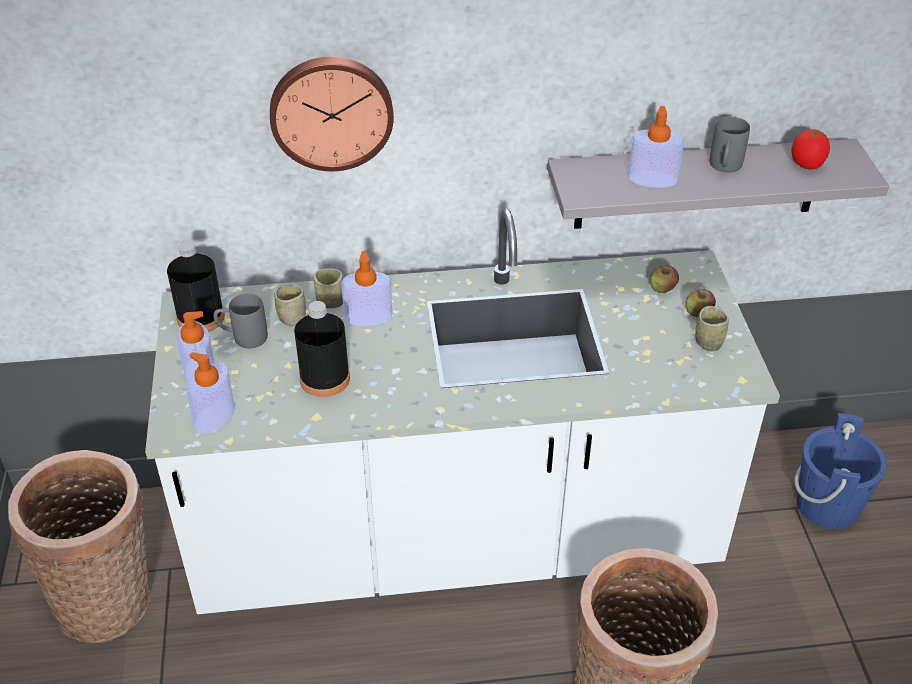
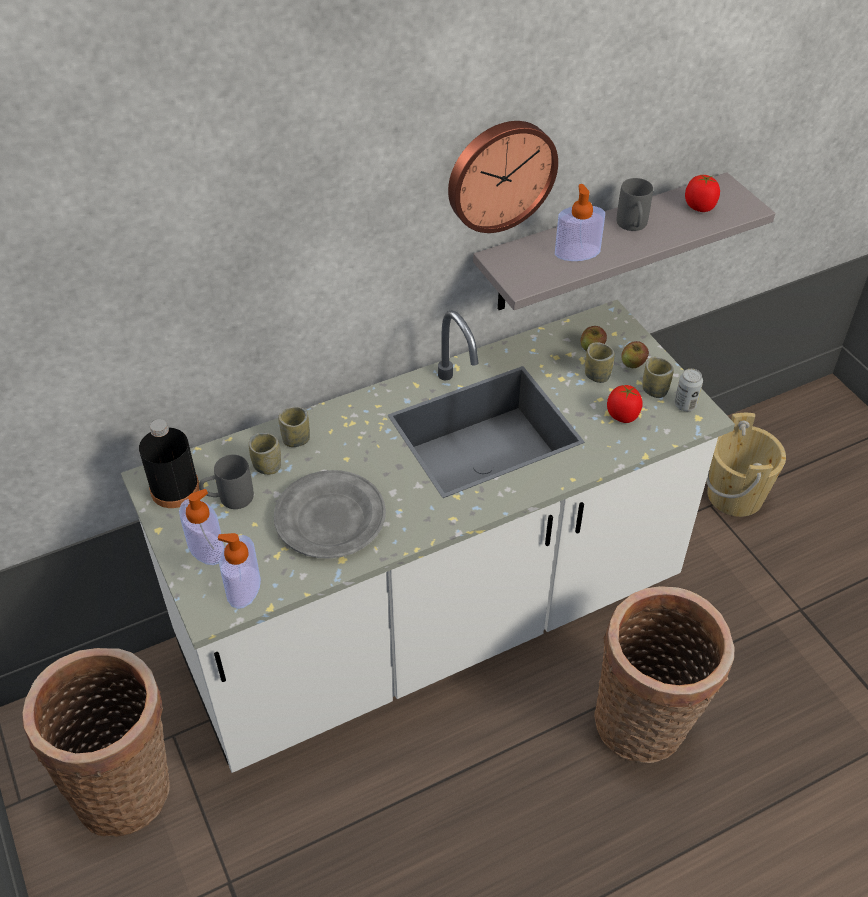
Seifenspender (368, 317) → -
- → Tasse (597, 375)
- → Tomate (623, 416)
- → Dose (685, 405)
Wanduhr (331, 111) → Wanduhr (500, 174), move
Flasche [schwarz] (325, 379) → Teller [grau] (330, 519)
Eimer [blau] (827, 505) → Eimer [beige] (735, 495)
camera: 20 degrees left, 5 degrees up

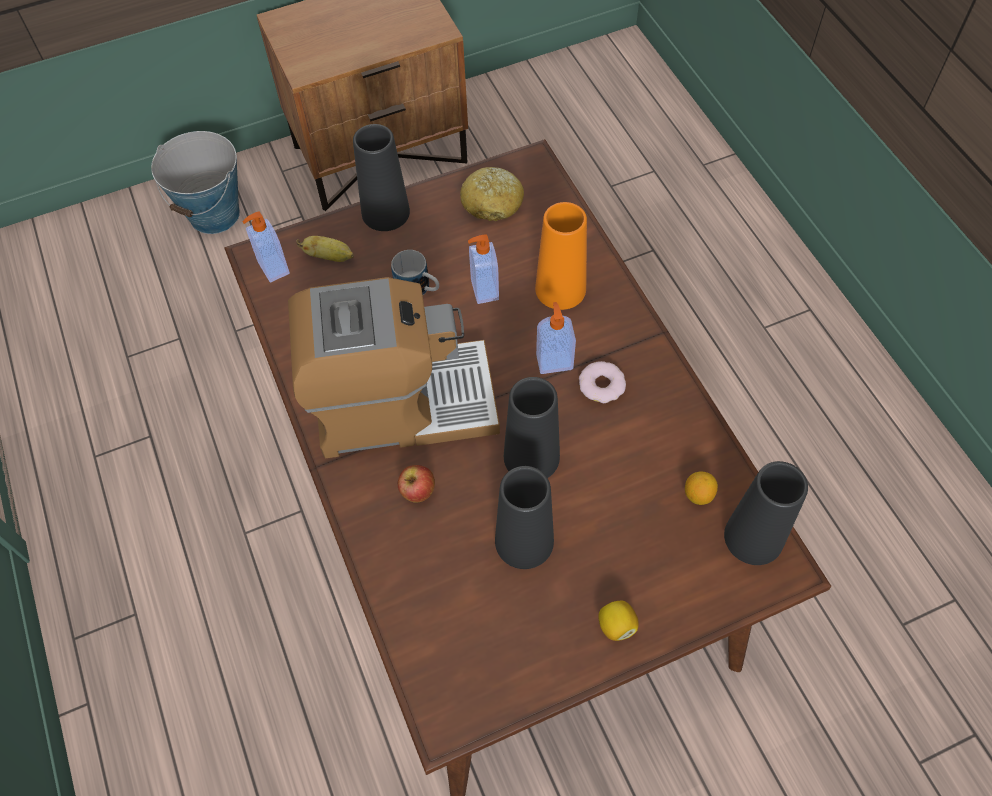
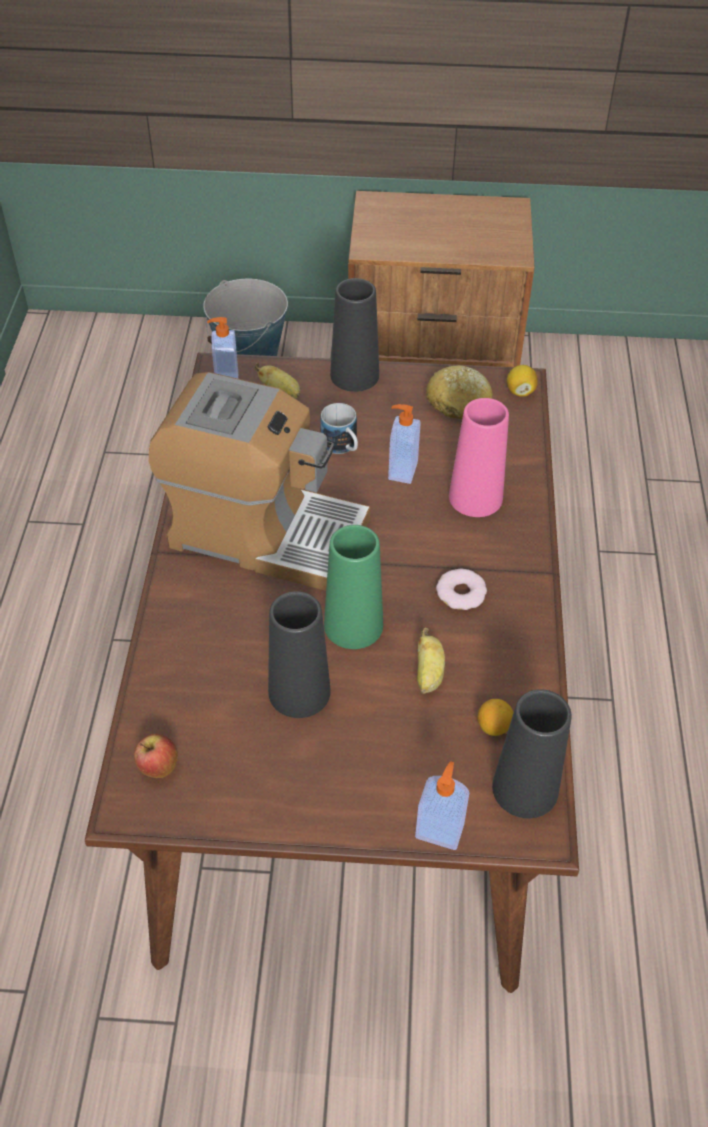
- → Banane (428, 674)
Apfel (418, 492) → Apfel (158, 767), move
Seifenspender (554, 361) → Seifenspender (440, 830), move
Zitrone (616, 626) → Zitrone (520, 391), move
Vase [schwarz] (531, 457) → Vase [grün] (353, 625)
Vase [orange] (560, 289) → Vase [rosa] (475, 497)
camera: 25 degrees right, 10 degrees down

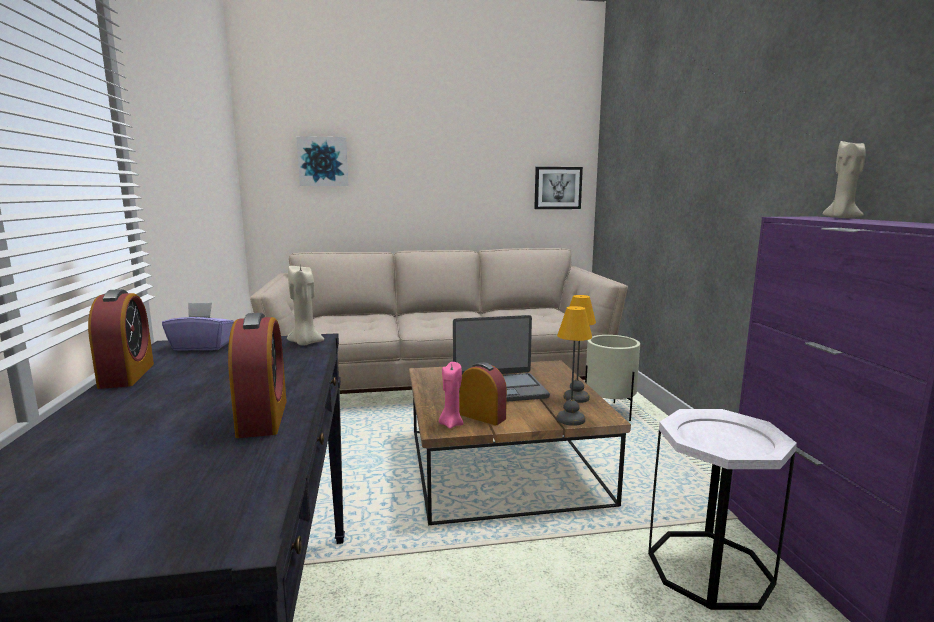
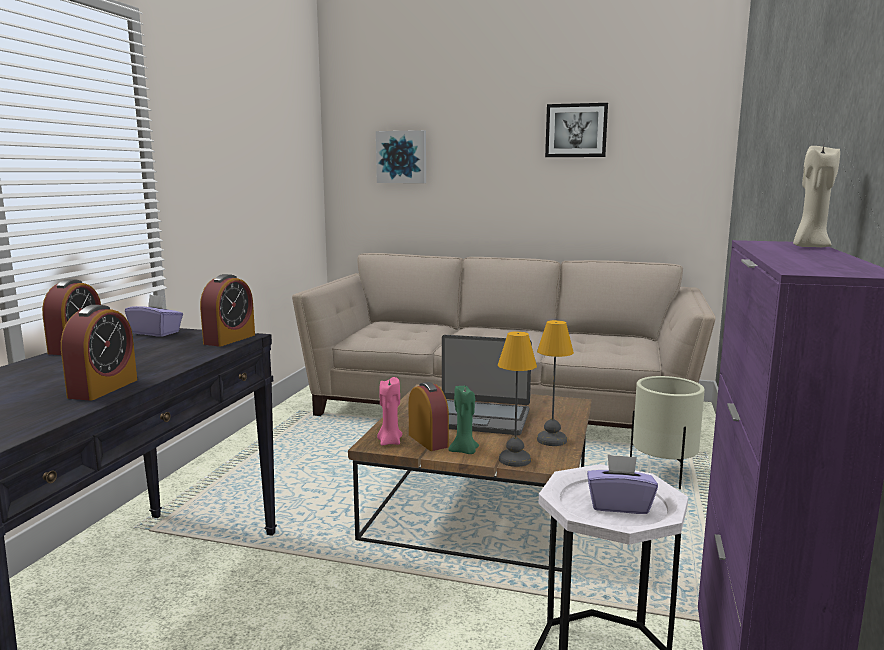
- → Kerze [grün] (464, 451)
- → Taschentuchbox [lila] (619, 505)
Bild (557, 188) → Bild (576, 130), move
Kerze [beige] (305, 343) → Wecker (229, 339)
camera: 25 degrees right, 0 degrees up

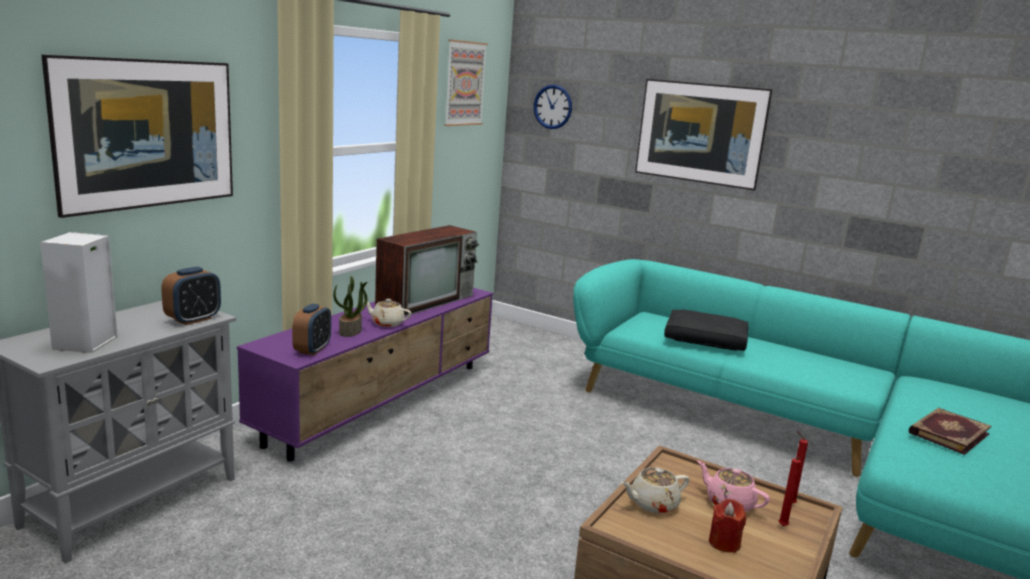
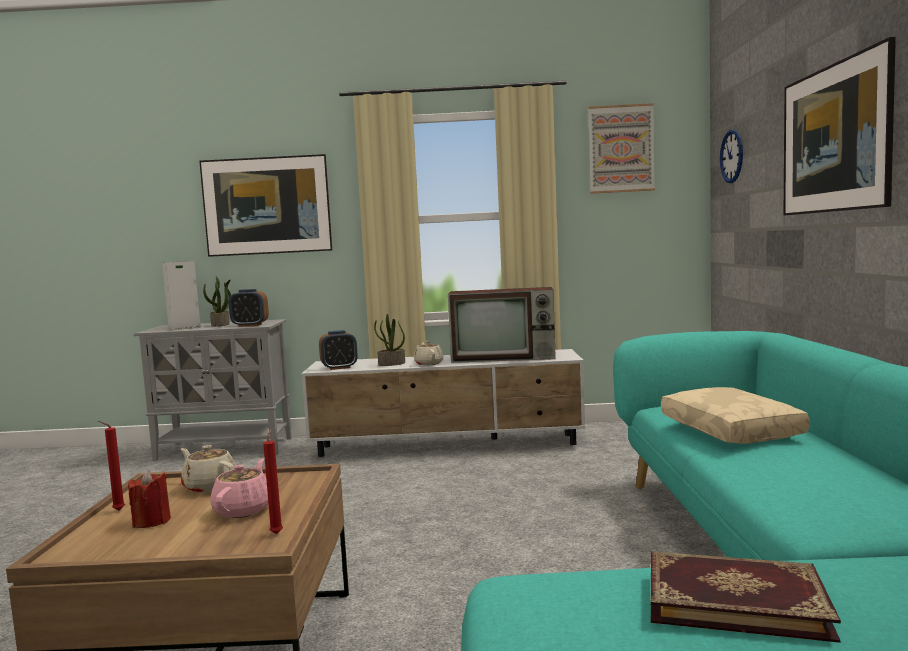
- → Topfpflanze (220, 325)
Kerze [rot] (783, 527) → Kerze [rot] (117, 511), move
Fernsehschrank [lila] (382, 402) → Fernsehschrank [weiß] (448, 445)
Kissen [schwarz] (706, 339) → Kissen [beige] (732, 430)
camera: 60 degrees right, 10 degrees down

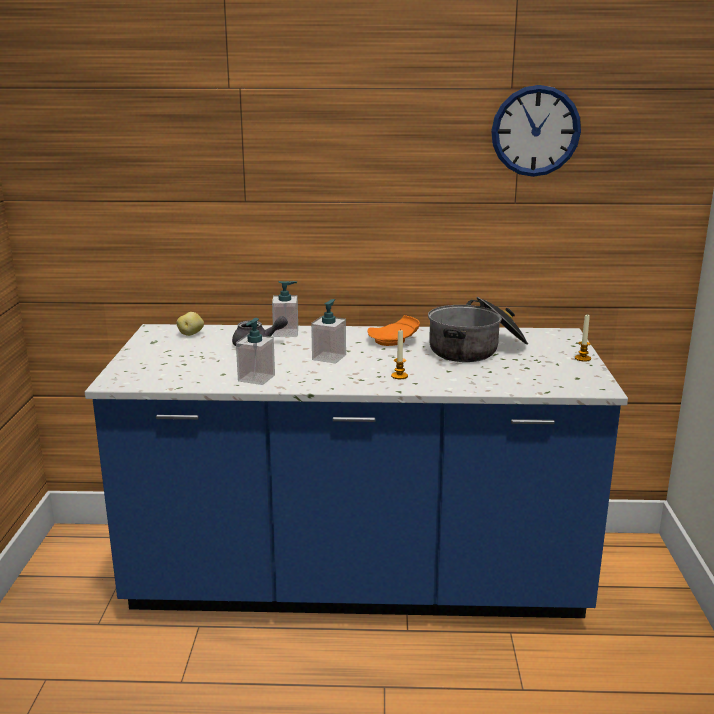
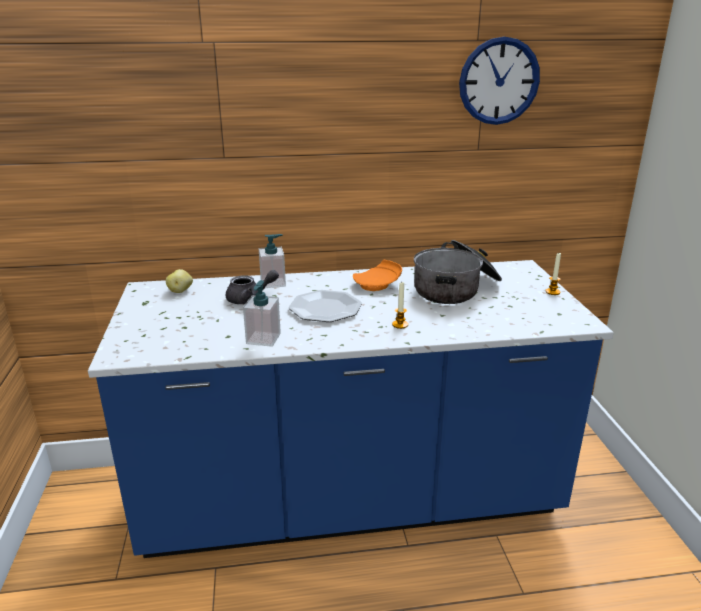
Seifenspender (329, 357) → Teller (325, 308)
camera: 10 degrees left, 5 degrees up

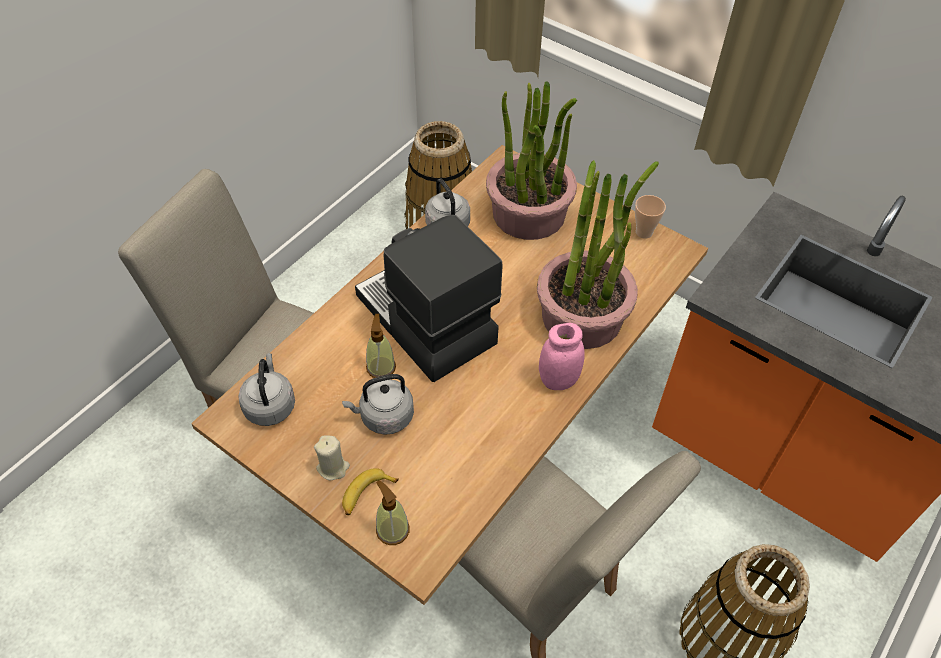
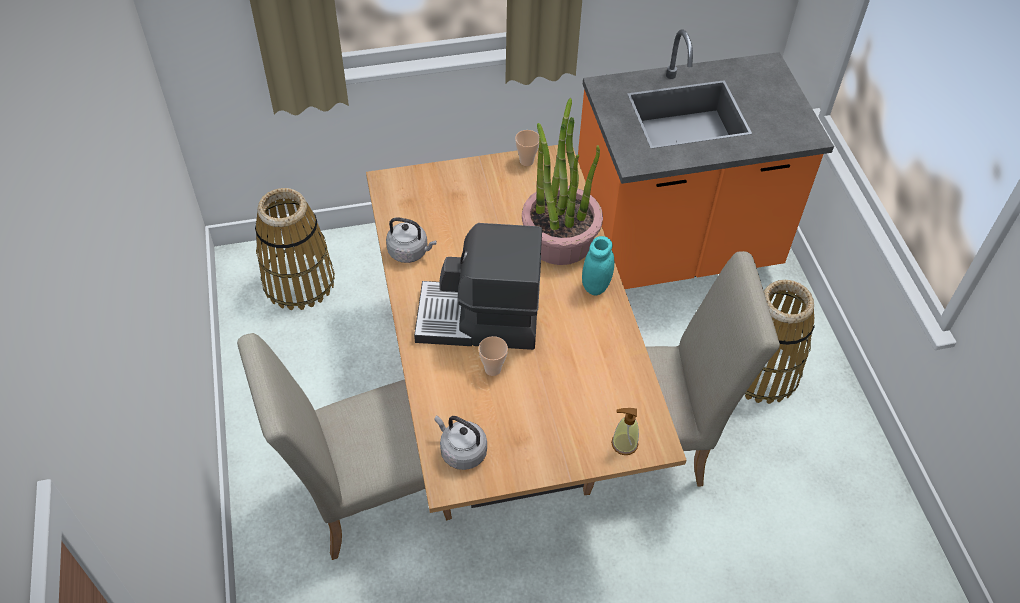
Kerze [beige] (333, 467) → -
Wasserkessel [grau] (384, 417) → -
Banane (366, 495) → -
Topfpflanze (529, 214) → -
Seifenspender (381, 367) → Tasse (492, 369)
Vorratsglas [rosa] (558, 380) → Vorratsglas [türkis] (596, 286)
camera: 50 degrees left, 0 degrees up

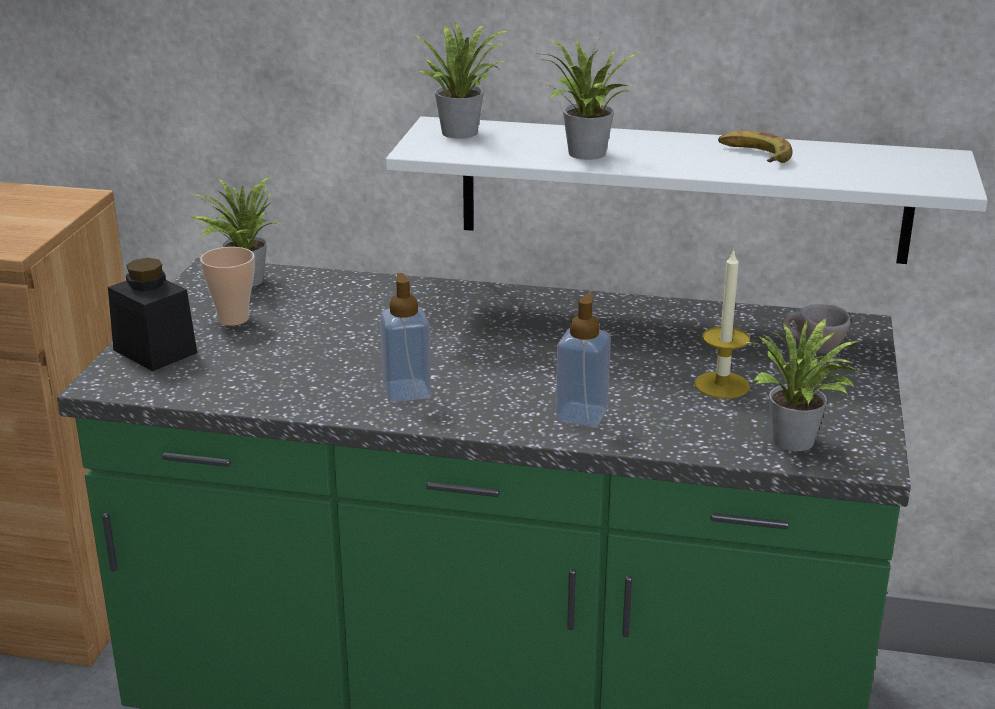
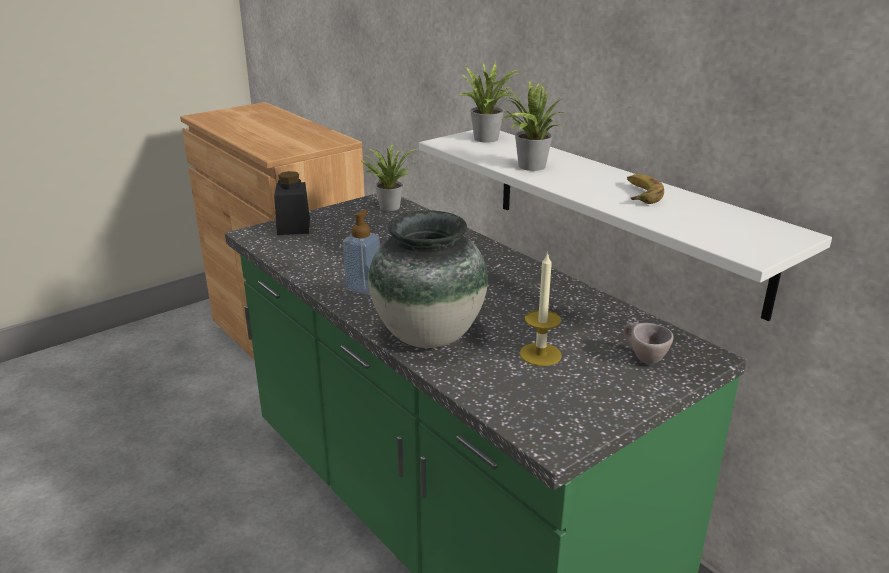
Tasse (233, 319) → -
Topfpflanze (796, 443) → -
Seifenspender (581, 415) → Vase (427, 336)
camera: 40 degrees right, 0 degrees up

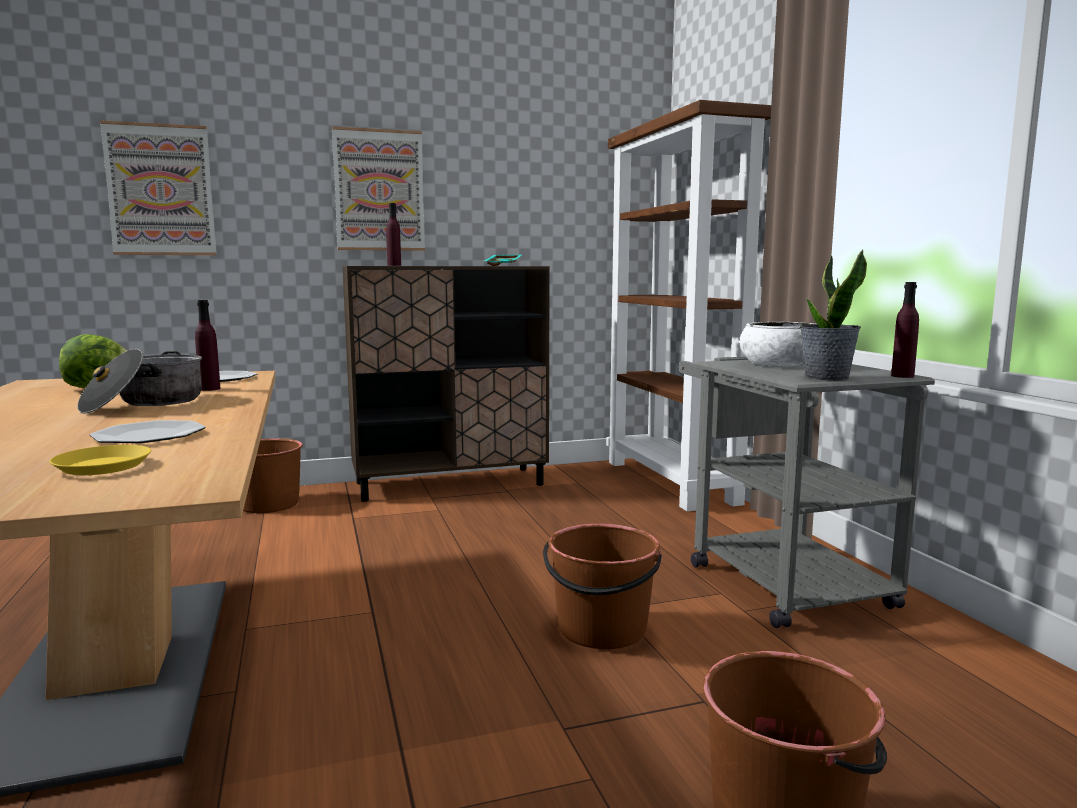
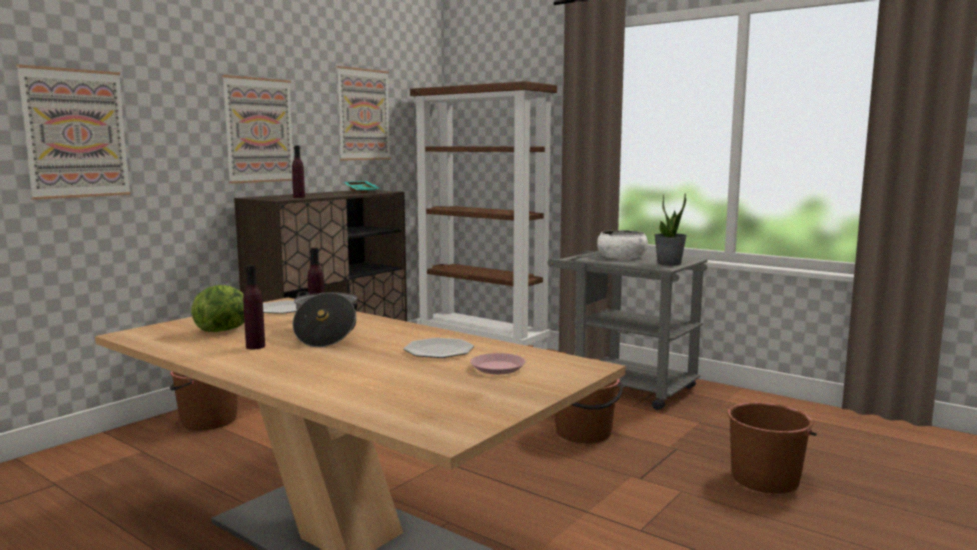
- → Bild (363, 114)
Flasche [lila] (902, 376) → Flasche [lila] (255, 346), move
Teller [gelb] (103, 466) → Teller [rosa] (498, 368)
camera: 35 degrees left, 0 degrees up

